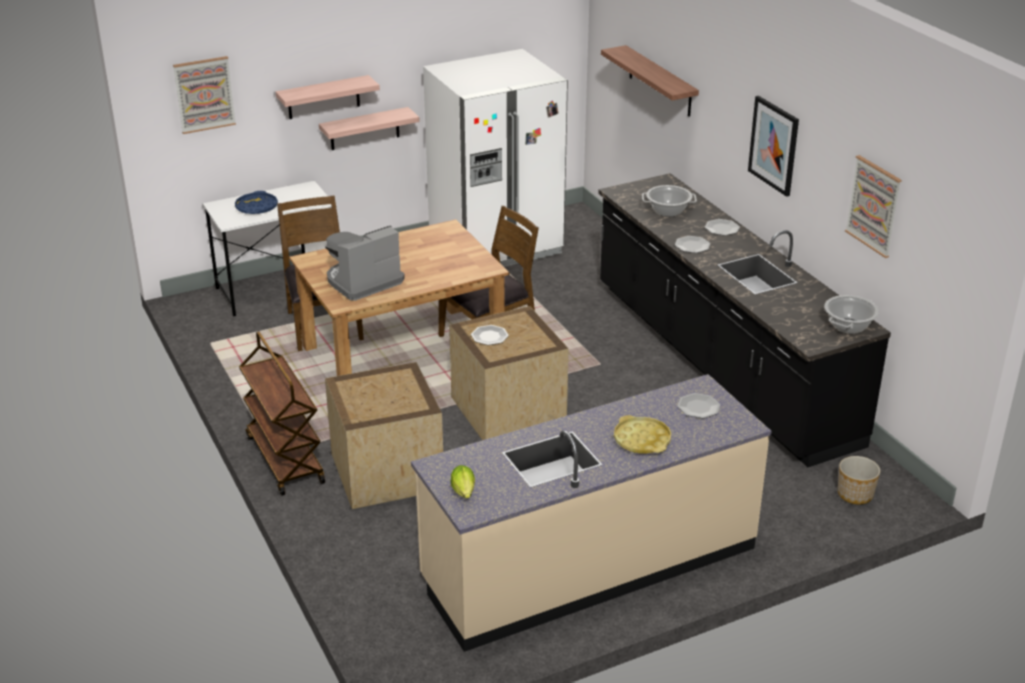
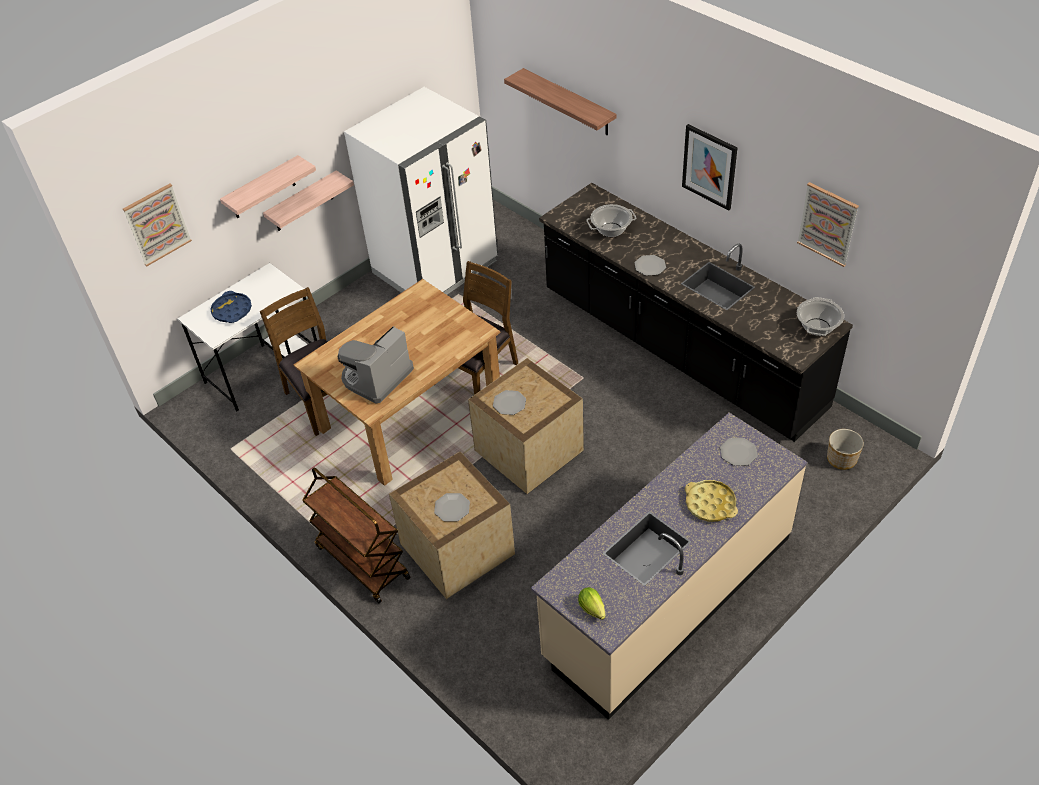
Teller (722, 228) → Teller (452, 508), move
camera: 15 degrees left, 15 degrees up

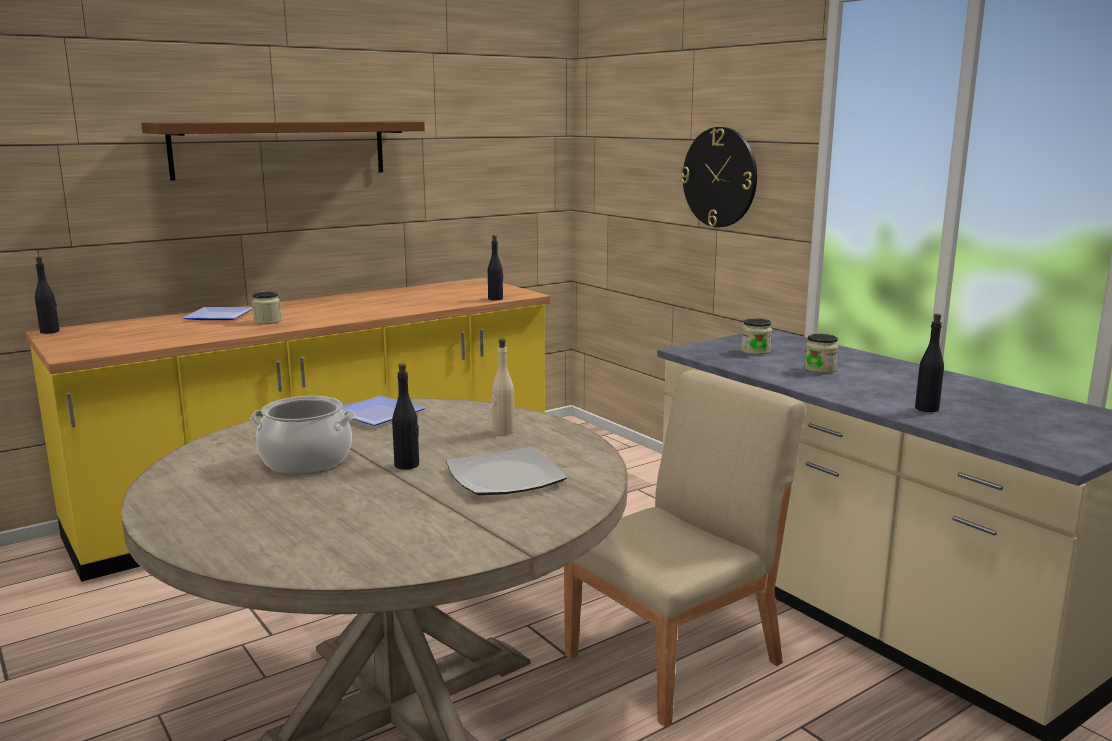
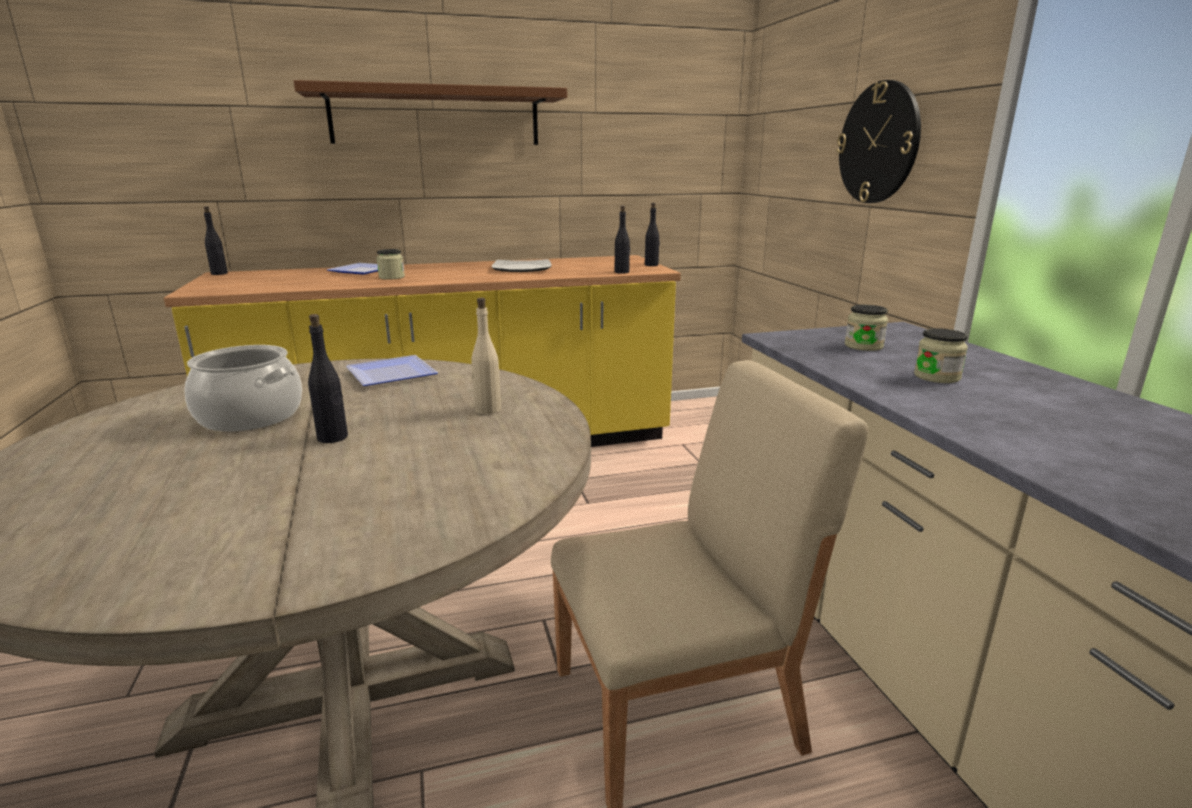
Teller (505, 476) → Teller (522, 268), move
Flasche [schwarz] (927, 409) → Flasche [schwarz] (651, 265), move
camera: 20 degrees right, 5 degrees up

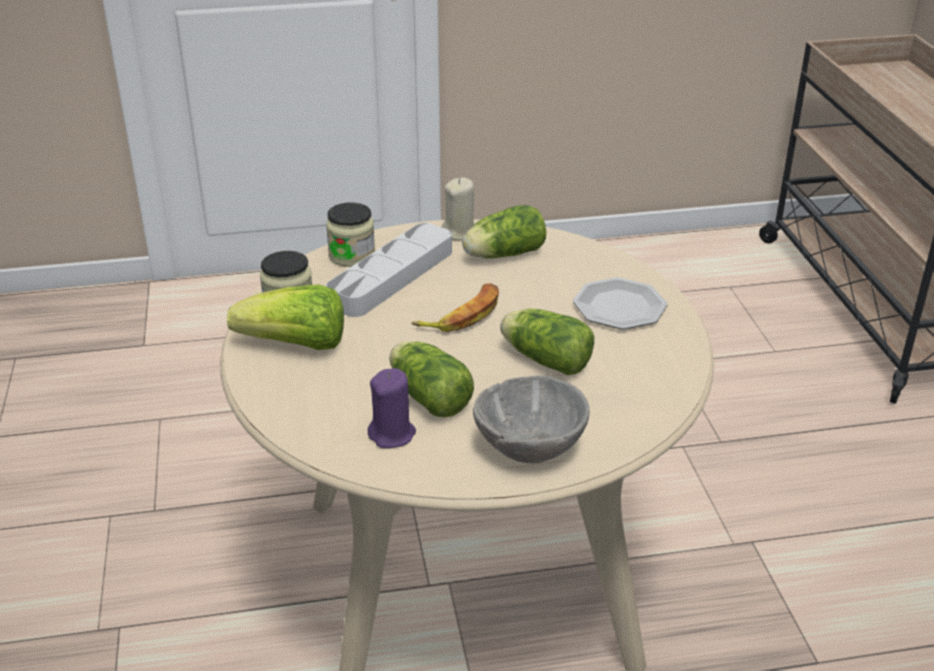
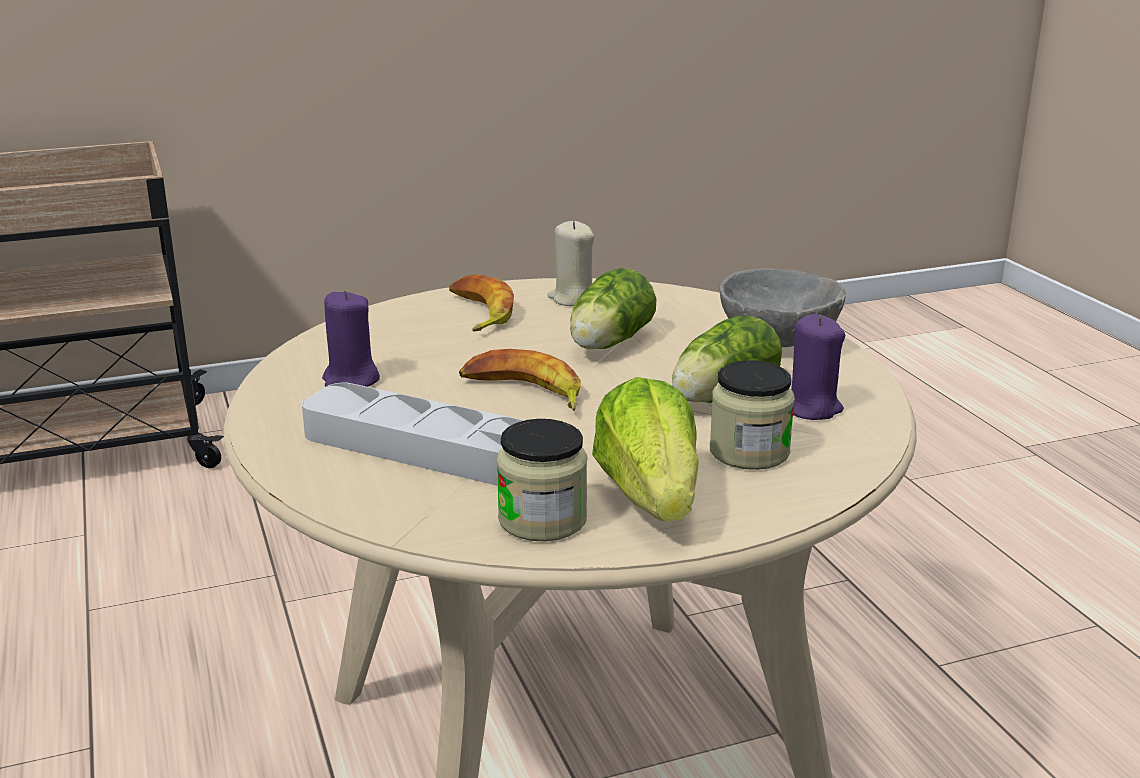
Vorratsglas (352, 255) → Vorratsglas (749, 452), move
Kerze [beige] (460, 232) → Kerze [beige] (572, 299), move
Salatkopf (502, 255) → Kerze [lila] (351, 380)
Teller (620, 306) → Banane (477, 313)
camera: 100 degrees left, 10 degrees down

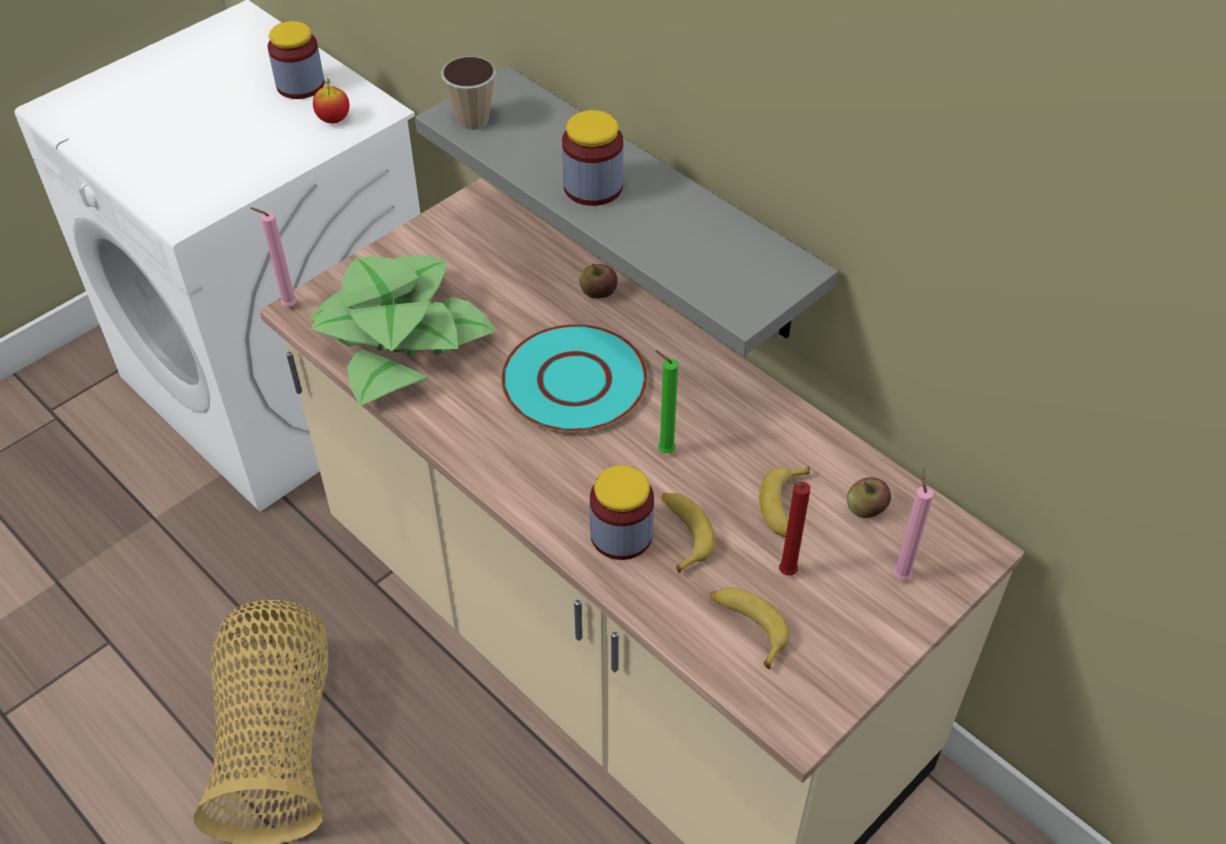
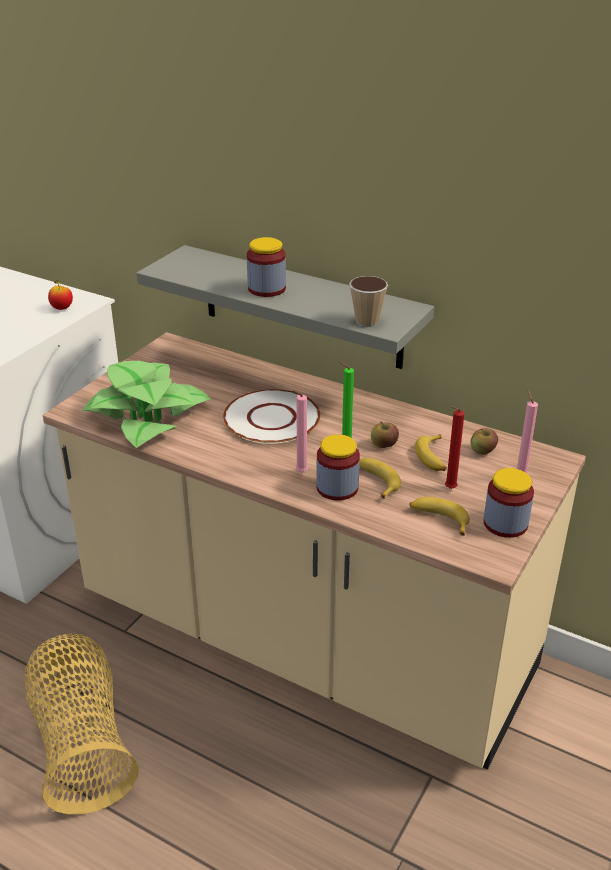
Kerze [rosa] (287, 306) → Kerze [rosa] (299, 472), move
Vorratsglas (300, 85) → Vorratsglas (505, 523), move
Tasse (473, 120) → Tasse (367, 322), move
Apfel (598, 293) → Apfel (384, 445), move
Teller [türkis] (574, 382) → Teller [weiß] (272, 419)
camera: 15 degrees left, 15 degrees down

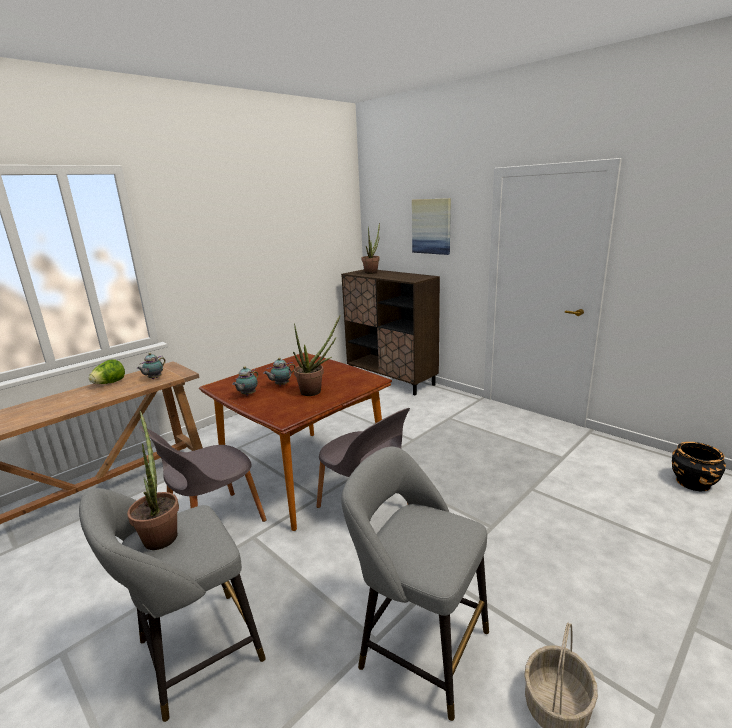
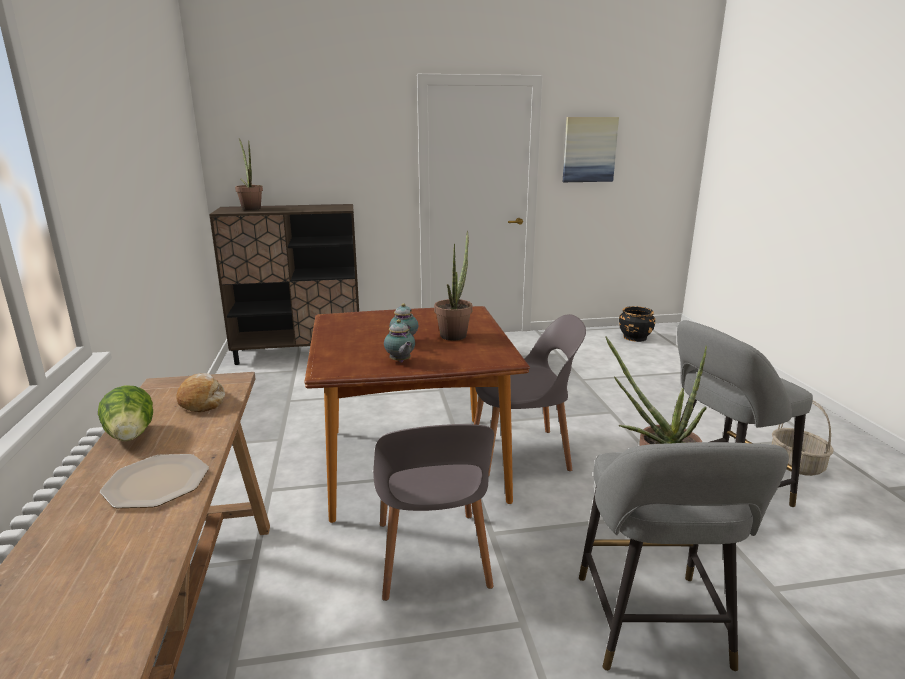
- → Teller (157, 483)
Bild (431, 226) → Bild (589, 149), move
Teekanne (154, 378) → Brot (202, 401)
camera: 55 degrees left, 0 degrees up

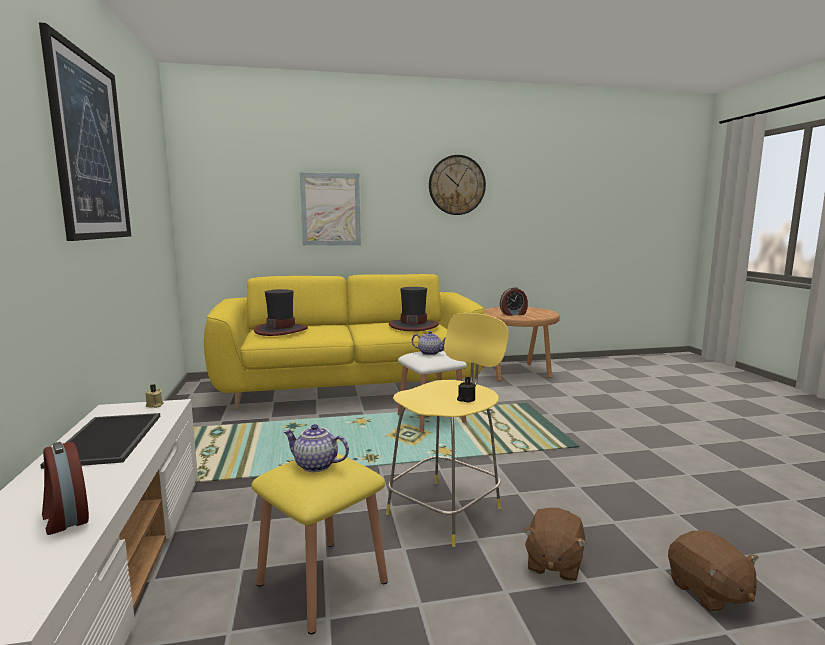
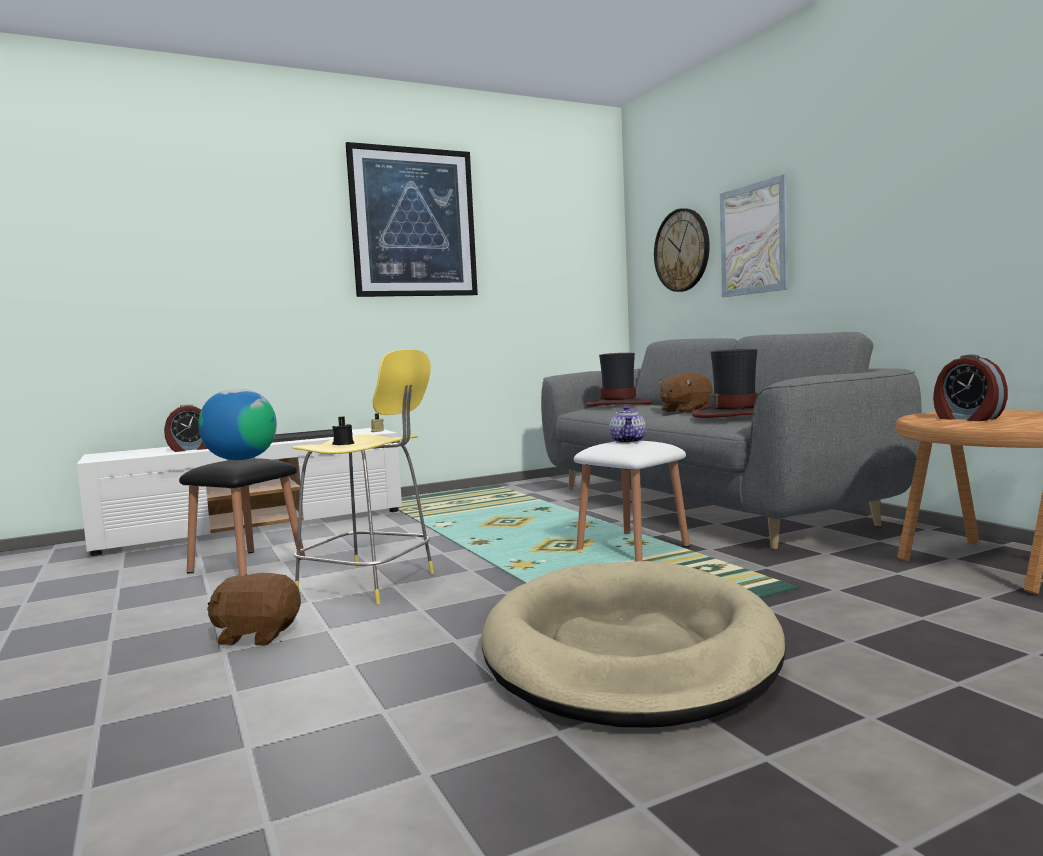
- → Hundebett [beige] (629, 651)
Wanduhr (456, 185) → Wanduhr (682, 250), move
Plüschtier [braun] (708, 592) → Plüschtier [braun] (685, 411), move
Teekanne (315, 465) → Globus (241, 459)
Sofa [gelb] (350, 387) → Sofa [grau] (701, 504)
Hocker [gelb] (322, 583) → Hocker [schwarz] (247, 565)
Wecker (64, 517) → Wecker (190, 449), 150 degrees counterclockwise
camera: 75 degrees right, 5 degrees down

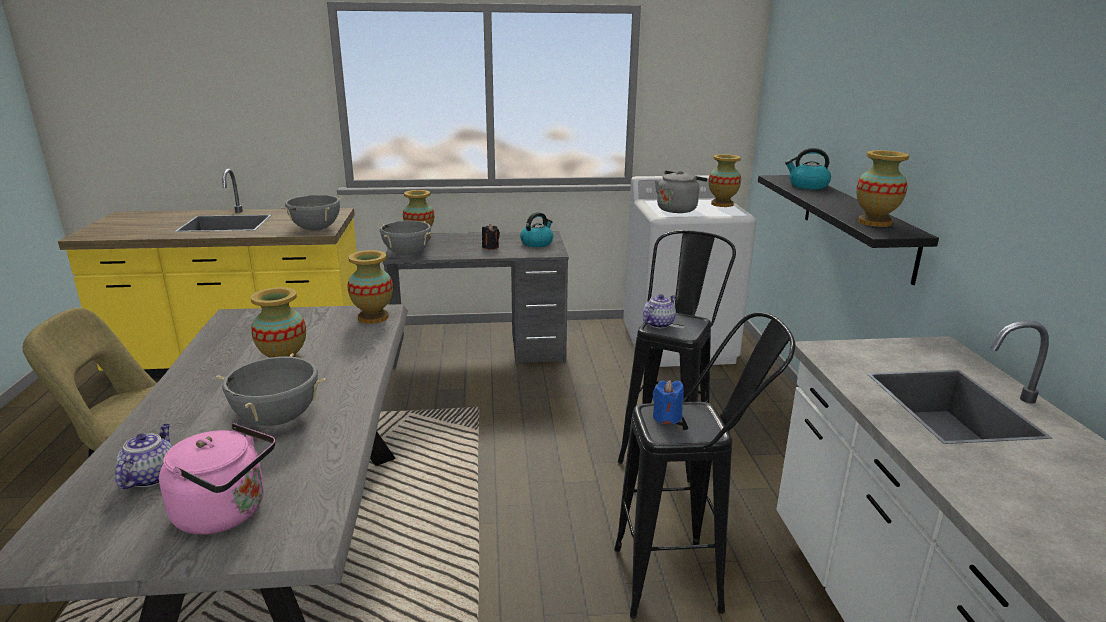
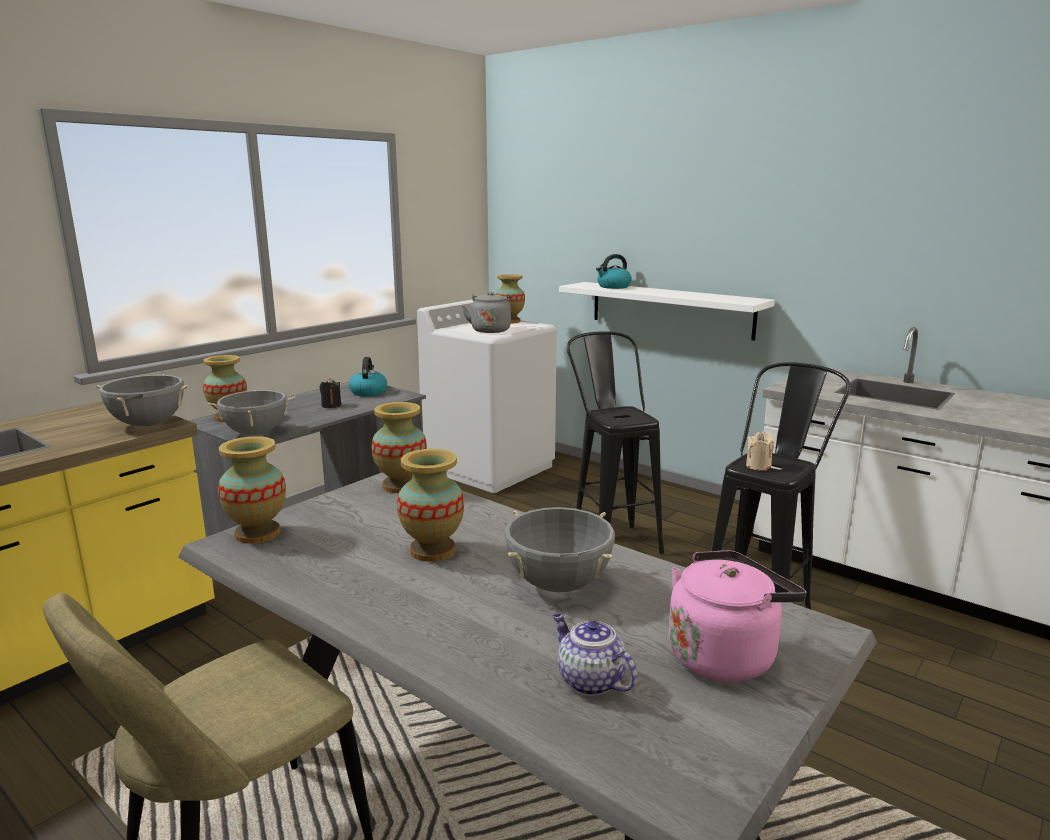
Teekanne (658, 323) → -
Vase (875, 222) → Vase (258, 533), move
Kerze [blau] (666, 417) → Kerze [beige] (758, 466)
Wandregal [schwarz] (856, 224) → Wandregal [weiß] (670, 309)
camera: 45 degrees left, 5 degrees down

